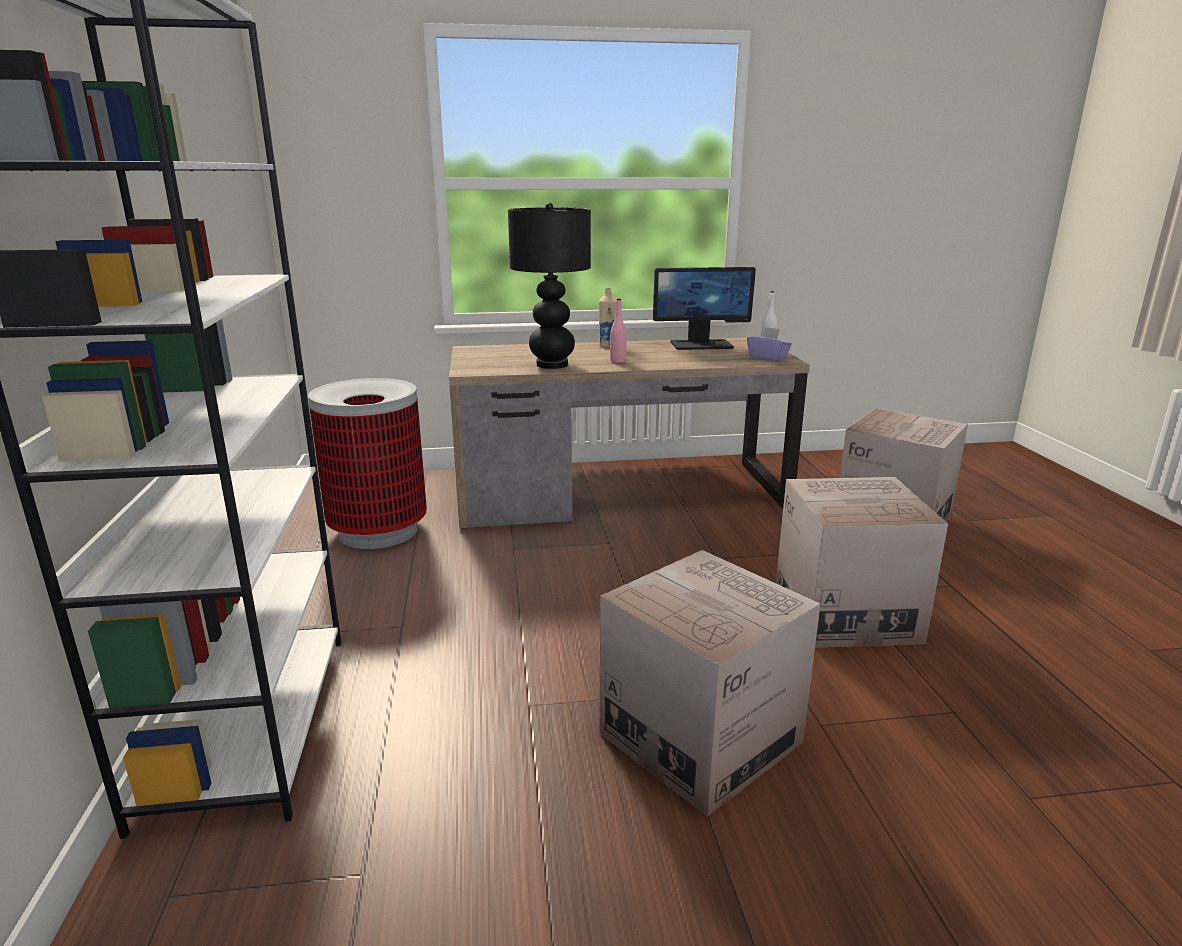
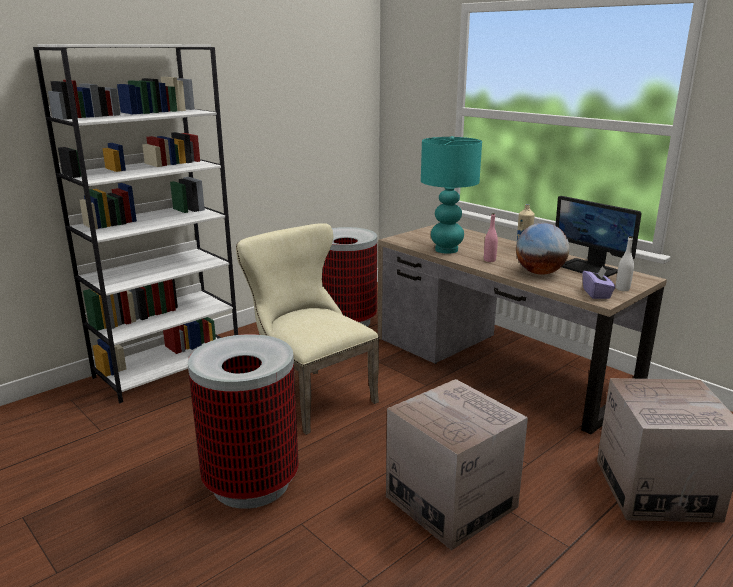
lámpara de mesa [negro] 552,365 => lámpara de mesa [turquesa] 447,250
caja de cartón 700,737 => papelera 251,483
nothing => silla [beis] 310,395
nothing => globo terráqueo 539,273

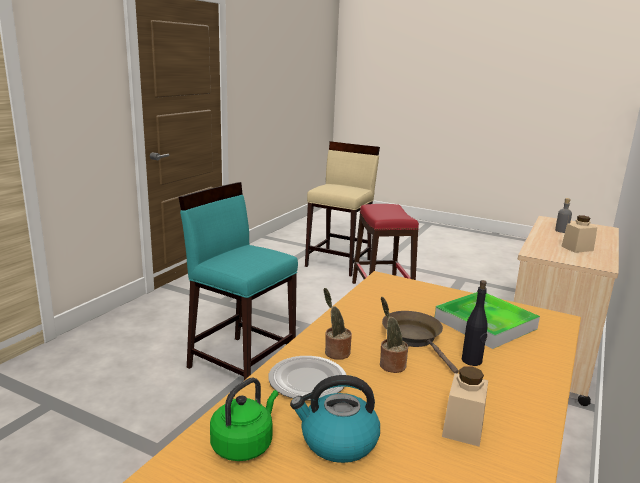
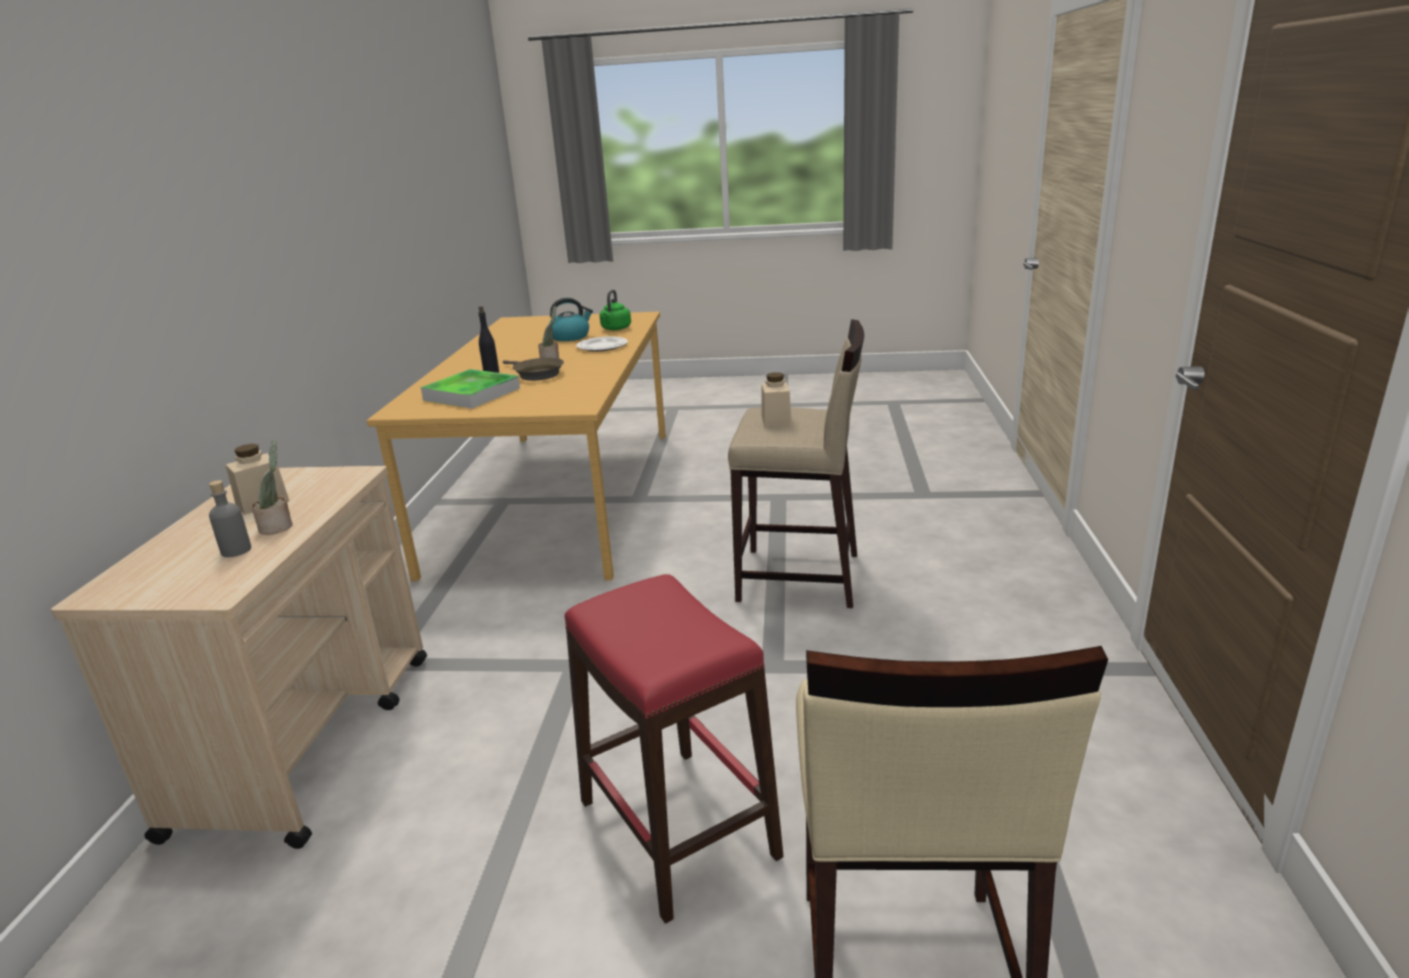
taburete [turquesa] 241,363 => taburete [beis] 800,578
planta en maceta 335,353 => planta en maceta 278,527, relocated
tarro [beis] 463,427 => tarro [beis] 776,420, relocated

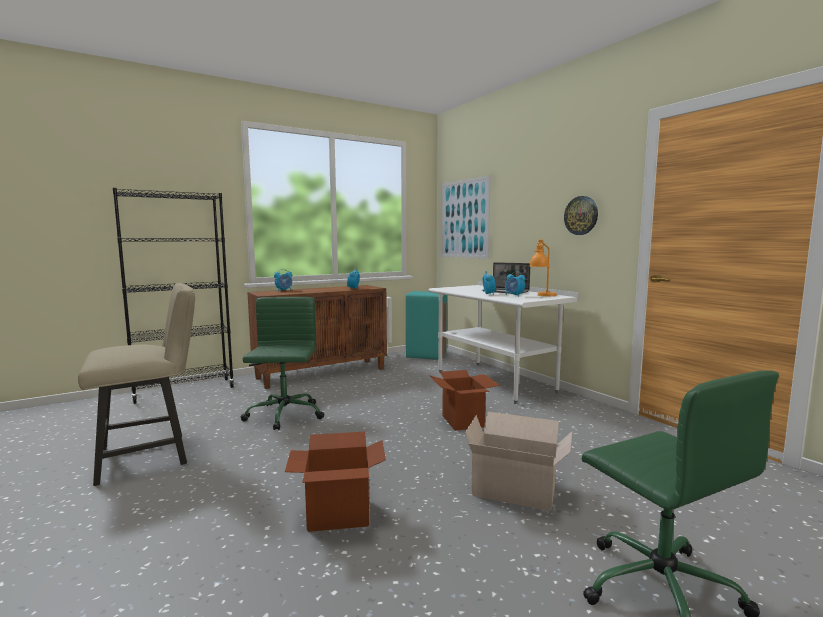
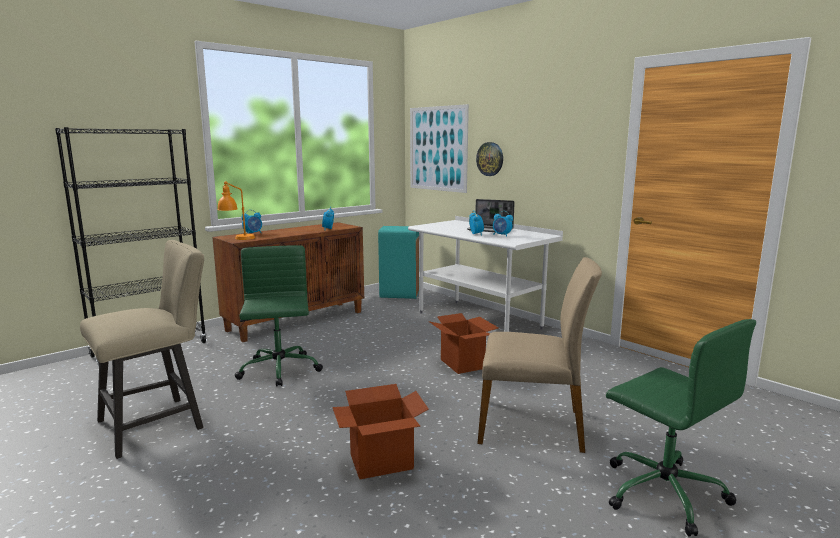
caja de cartón 516,490 => silla [beis] 532,425
lámpara de mesa [naranja] 542,296 => lámpara de mesa [naranja] 237,239, relocated
reloj de pared 581,215 => reloj de pared 490,159, relocated

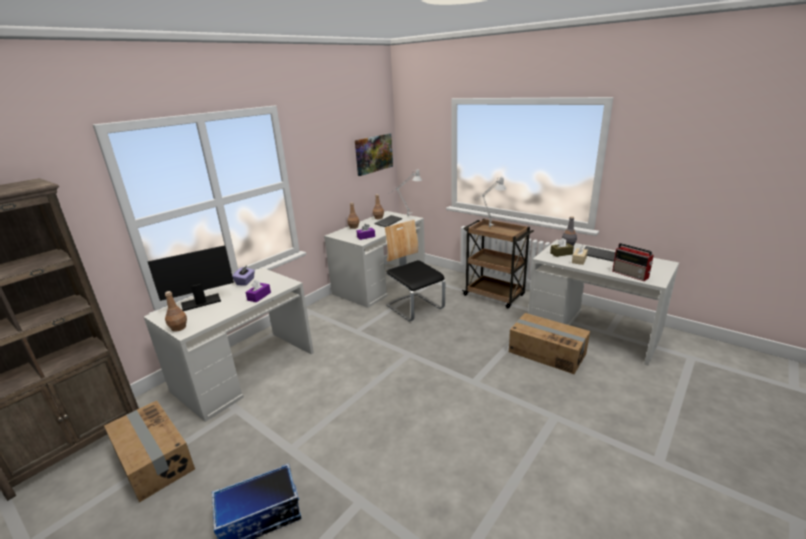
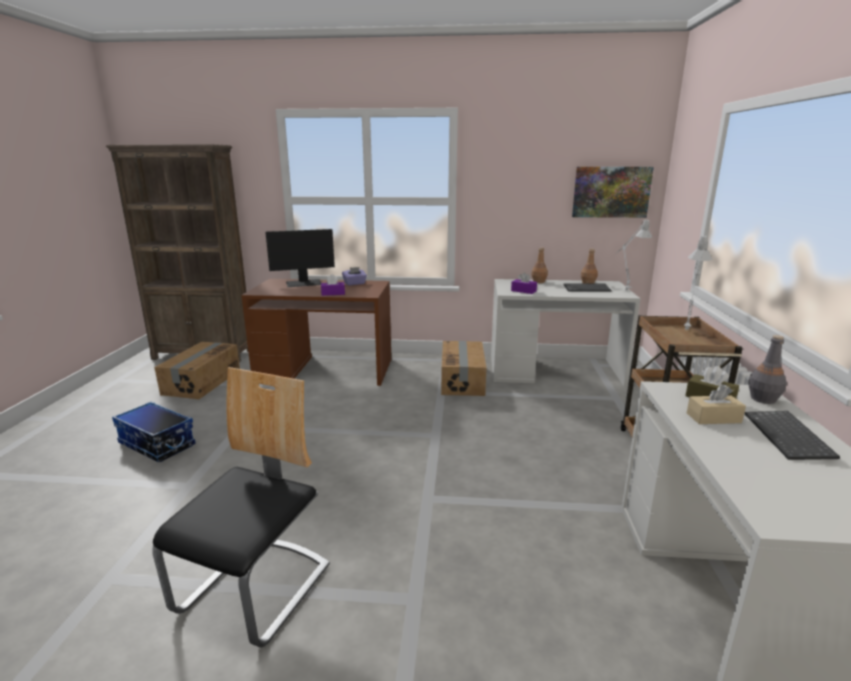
escritorio [blanco] 245,371 => escritorio [marrón] 325,369
monitor 200,302 => monitor 304,283, 135 degrees clockwise
botella [marrón] 178,328 => nothing
silla 415,307 => silla 256,589, relocated
caja de cartón 547,352 => caja de cartón 463,380, relocated
radio 631,274 => nothing

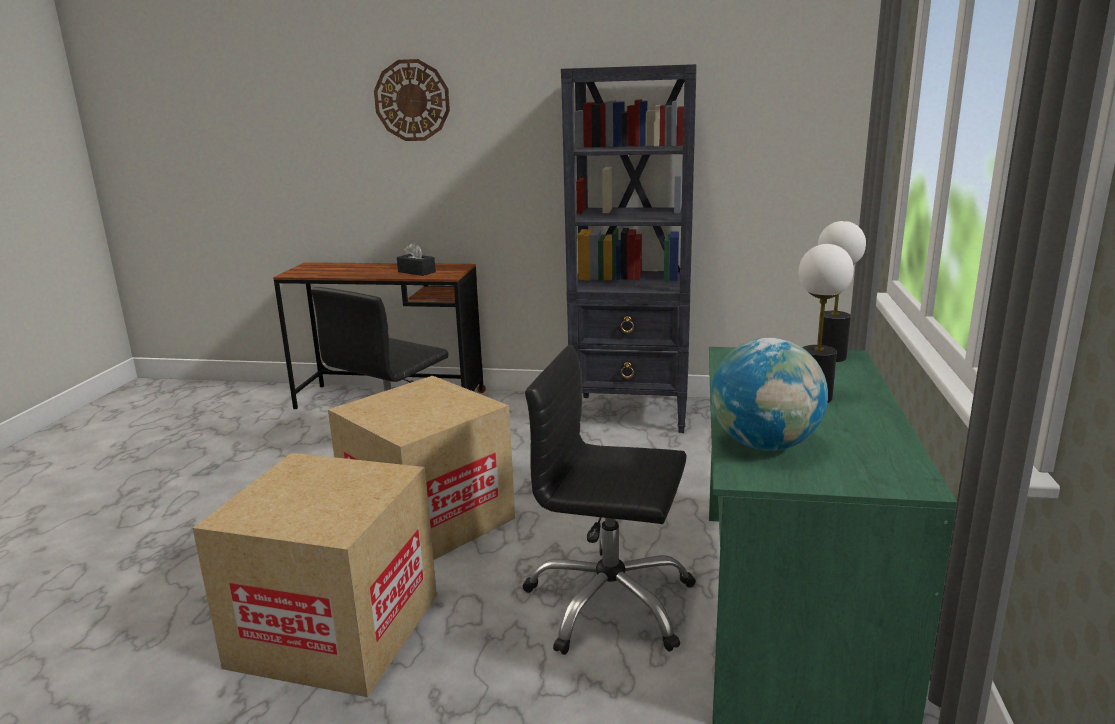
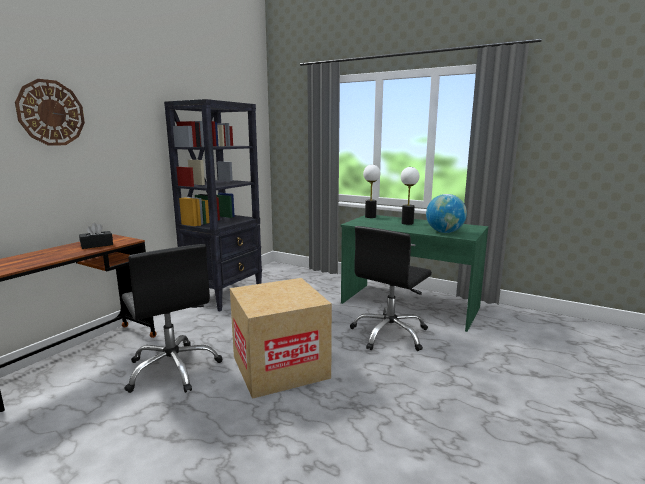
caja de cartón 335,630 => nothing

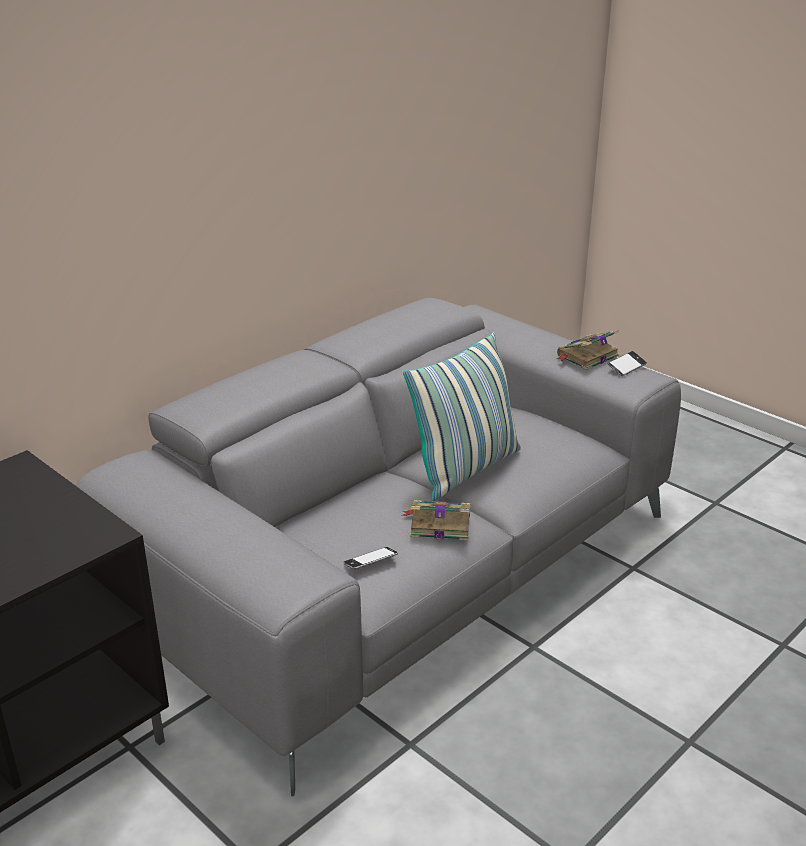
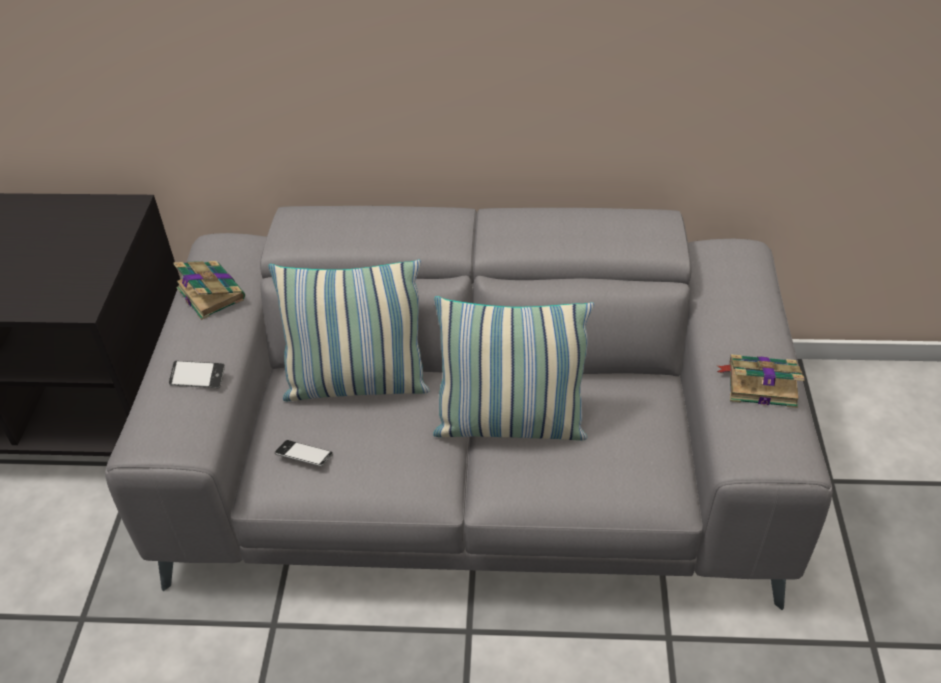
libro 438,524 => libro 210,293, relocated
móvil 626,367 => móvil 198,378, relocated
nothing => cojín 357,384

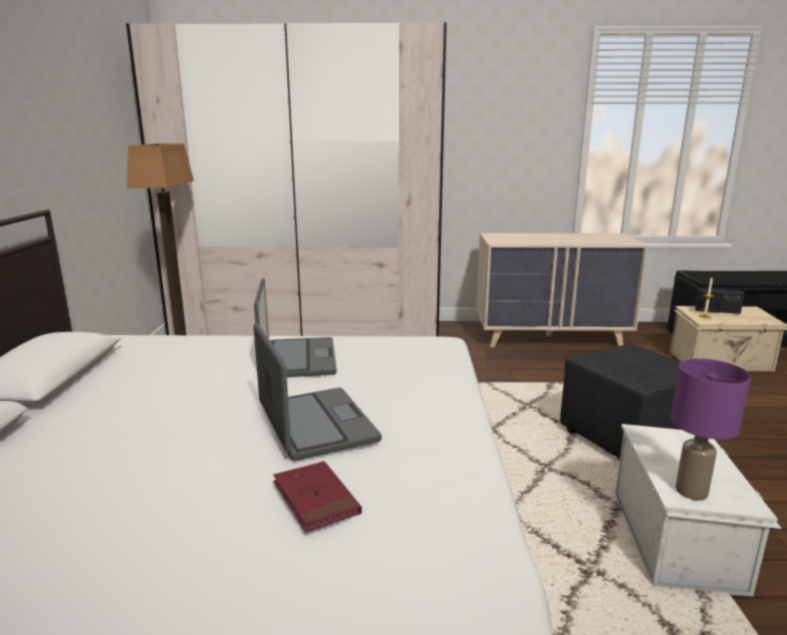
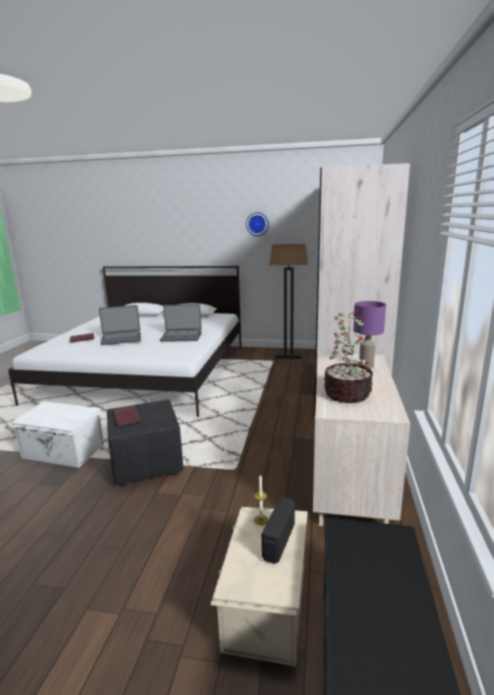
lámpara de mesa [morado] 690,491 => lámpara de mesa [morado] 366,366, relocated
nothing => libro [rojo] 127,417
nothing => reloj de pared 257,224
nothing => planta en maceta 346,393

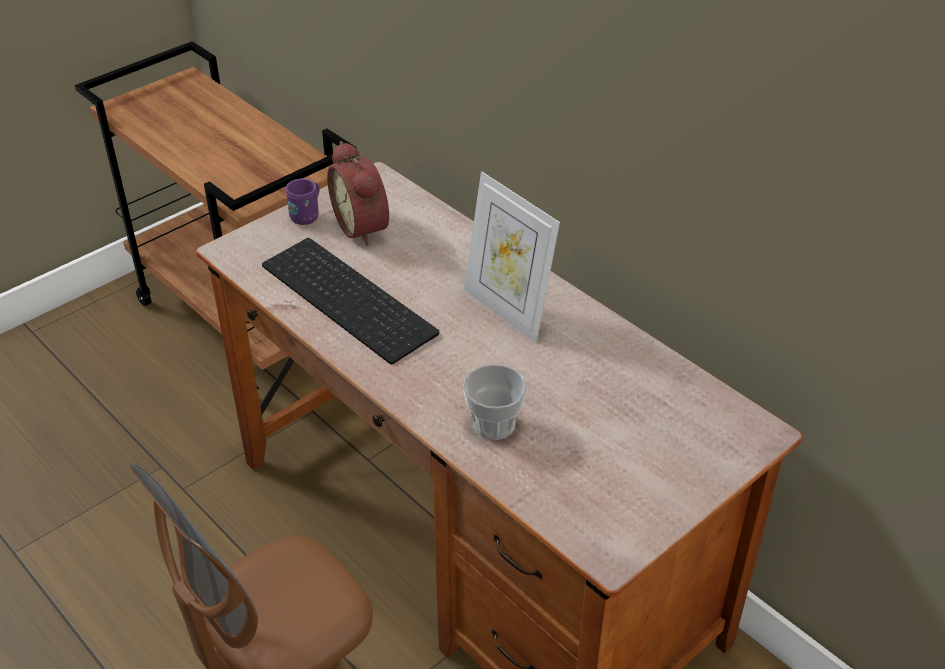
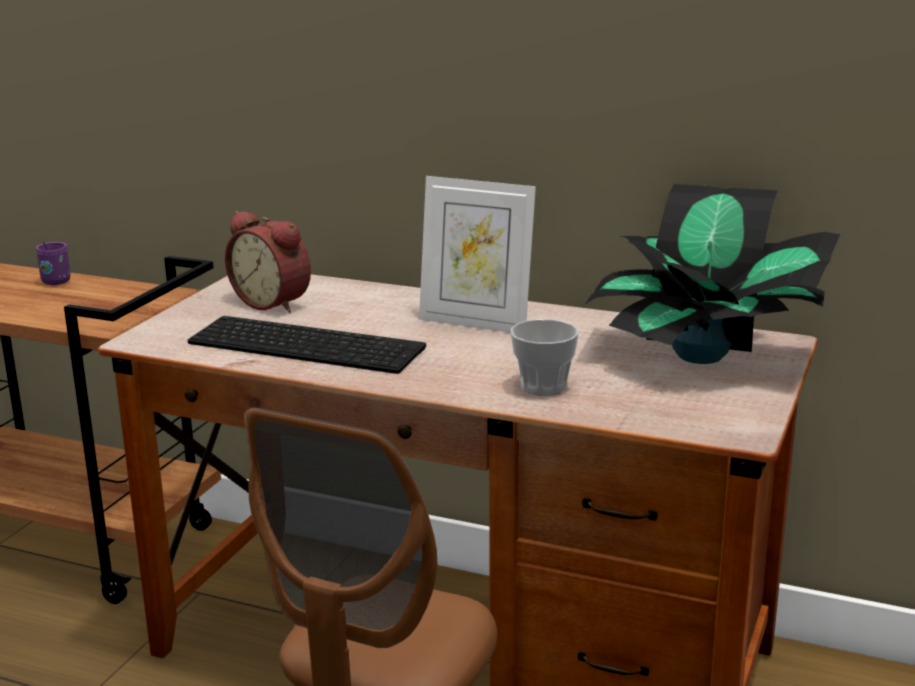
taza grande [morado] 307,216 => taza grande [morado] 58,281, relocated
nothing => planta en maceta 703,356

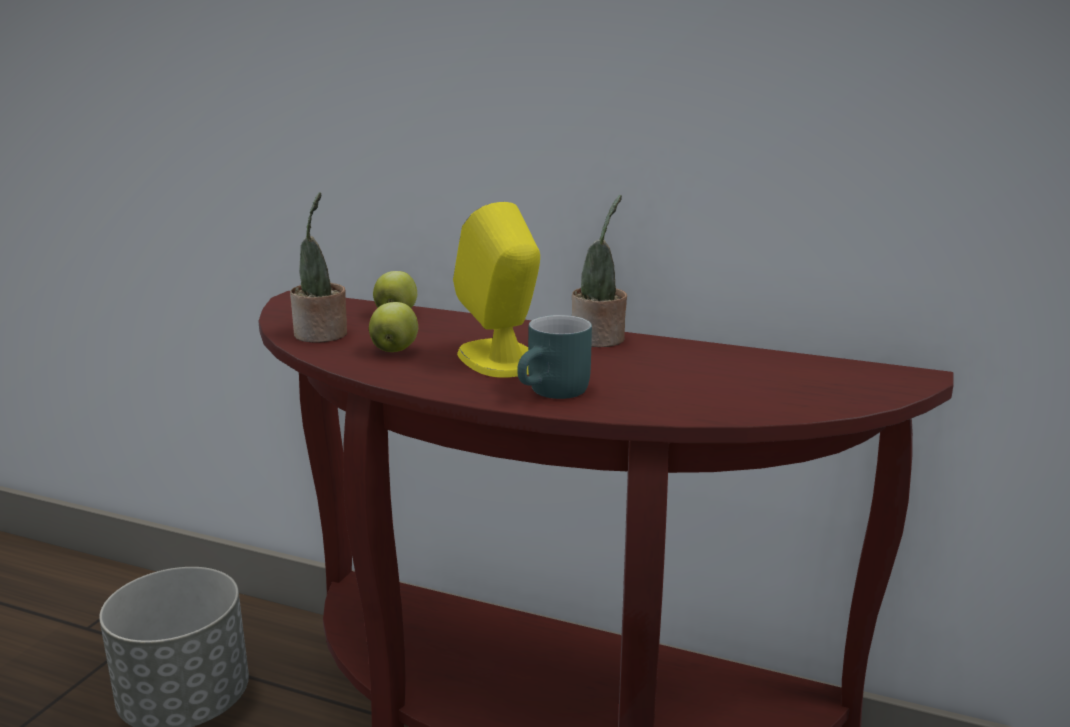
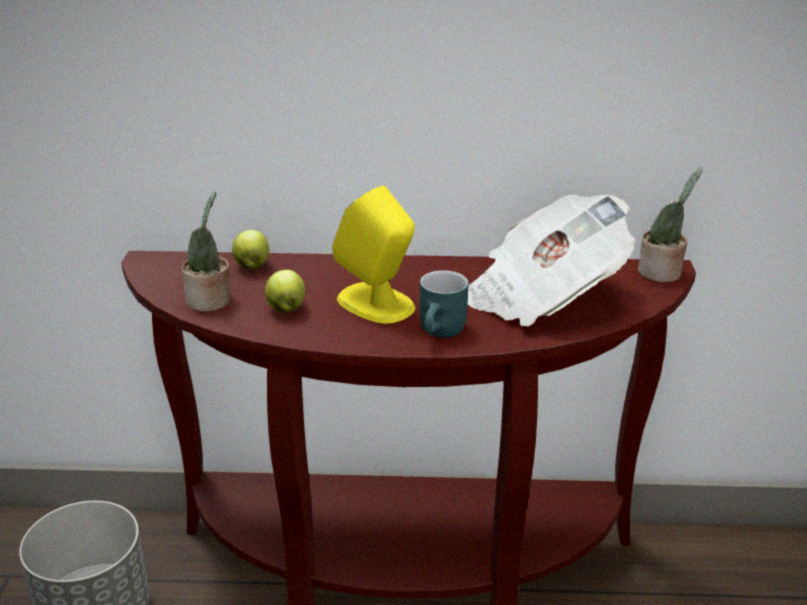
planta en maceta 599,340 => planta en maceta 662,273, relocated
nothing => periódico 542,296

